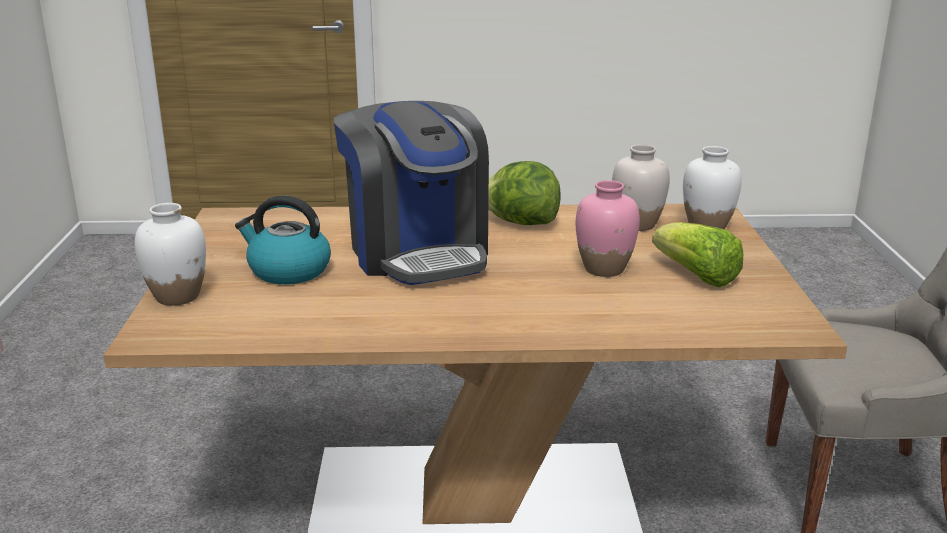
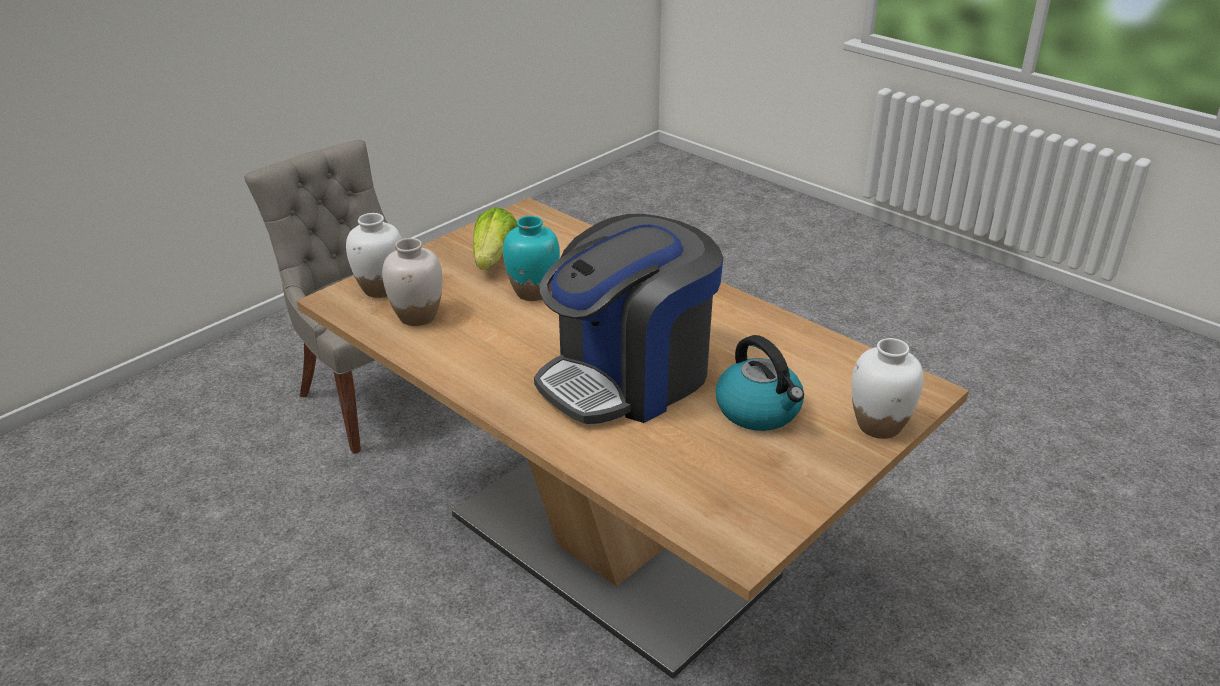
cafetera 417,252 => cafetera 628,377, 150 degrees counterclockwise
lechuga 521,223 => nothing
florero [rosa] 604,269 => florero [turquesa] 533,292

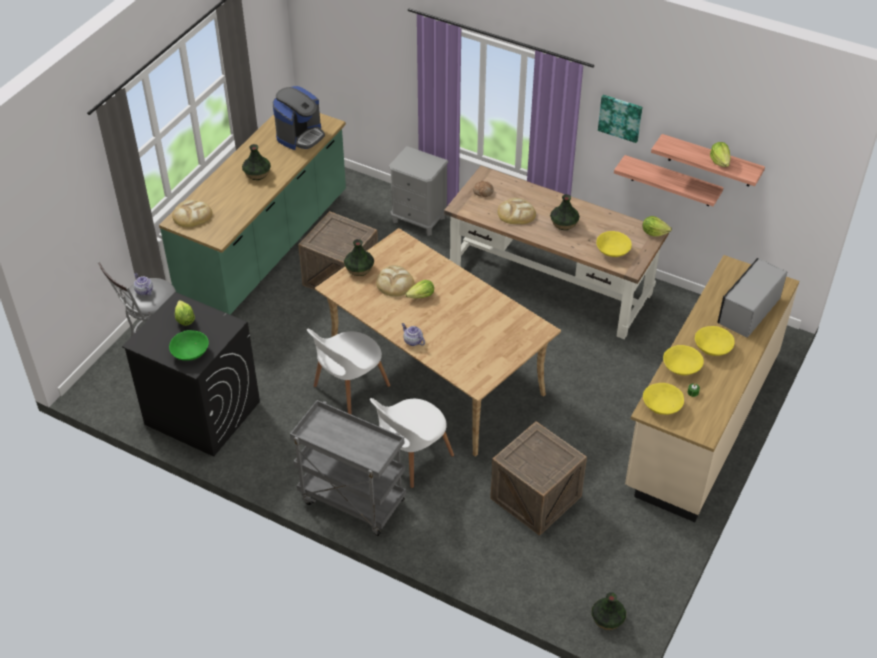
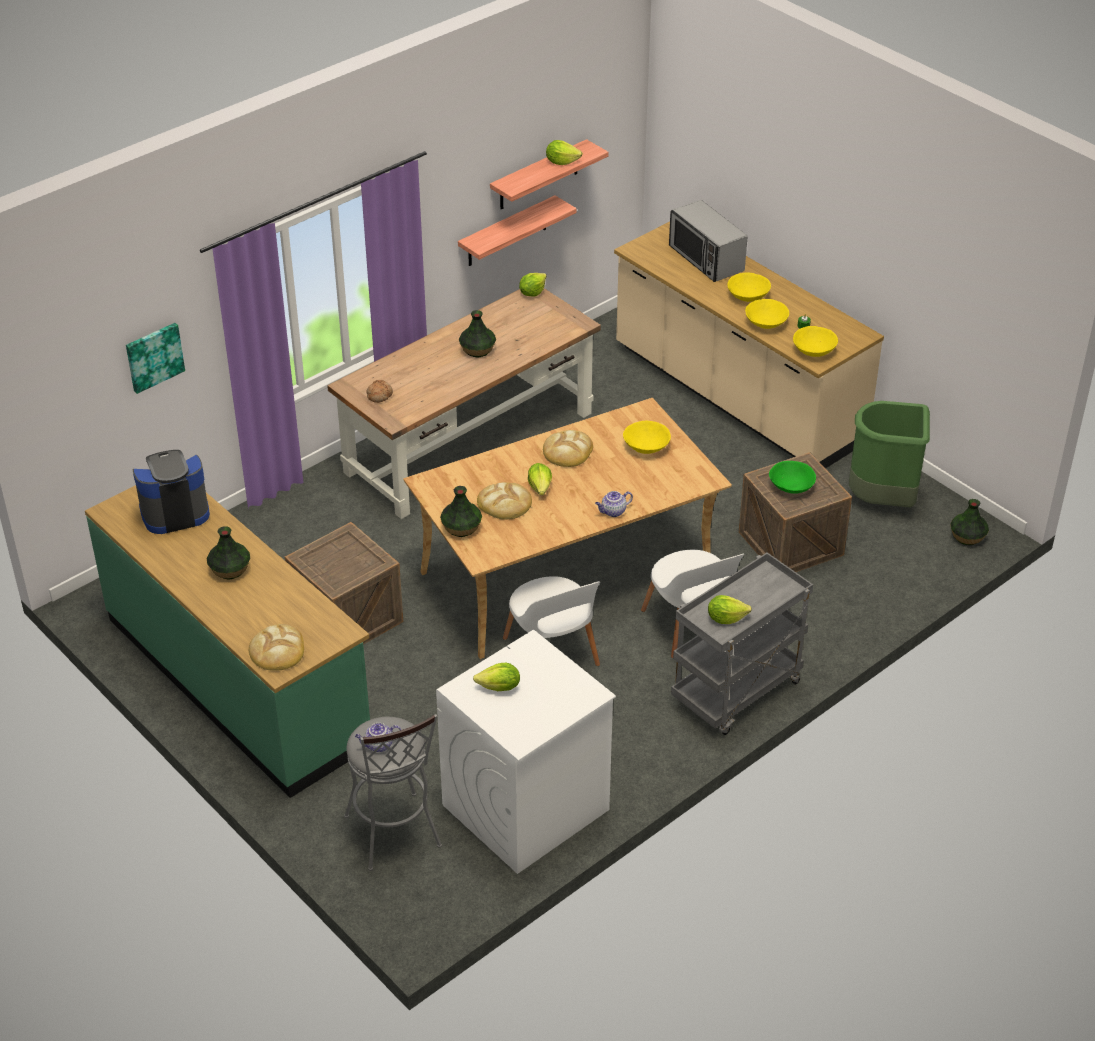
lavadora [negro] 201,413 => lavadora [blanco] 525,808
cuenco [verde] 190,352 => cuenco [verde] 791,486, relocated
cafetera 300,135 => cafetera 174,512, 75 degrees counterclockwise
mesita de noche [gris] 419,219 => nothing
pan 516,213 => pan 567,451, relocated
cuenco [amarillo] 612,251 => cuenco [amarillo] 646,447, relocated
cuadro 620,117 => cuadro 154,356, relocated
nothing => lechuga 726,618
nothing => papelera [verde] 883,501

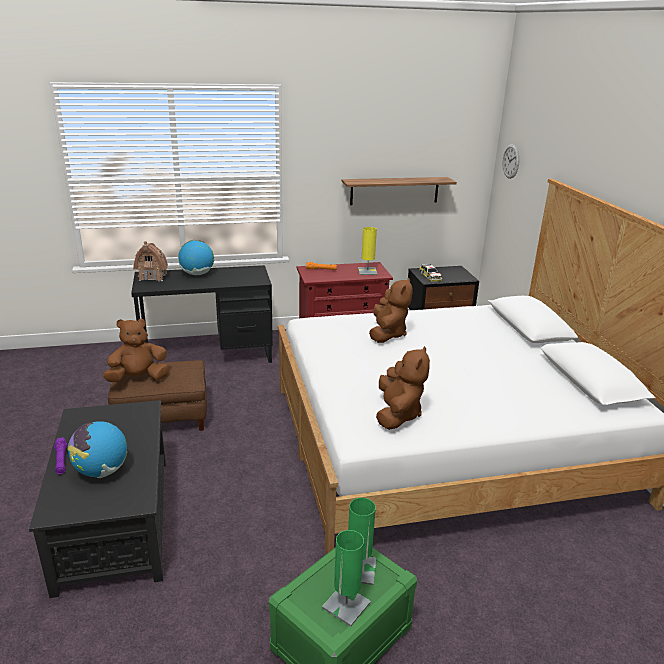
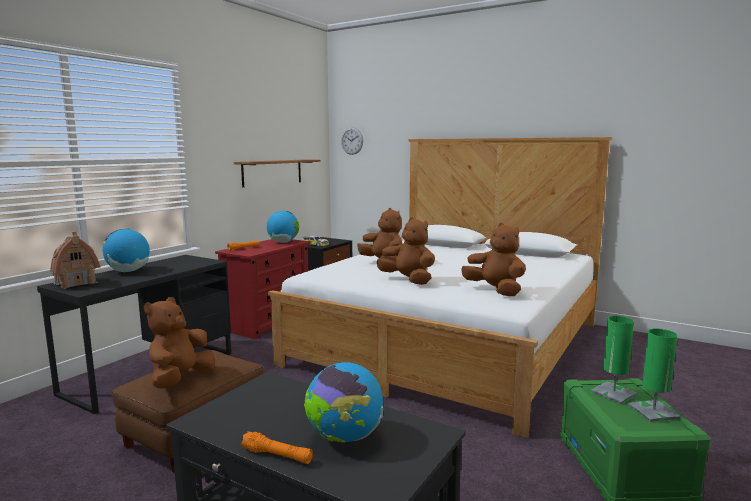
linterna [morado] 61,460 => linterna [naranja] 277,455
lámpara de mesa [amarillo] 367,271 => globo terráqueo 283,242
nothing => peluche [marrón] 408,280

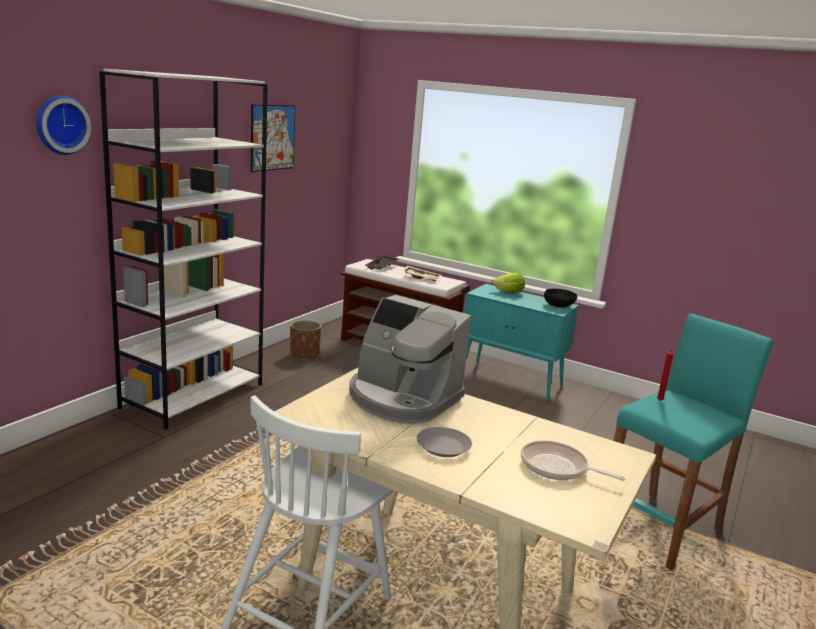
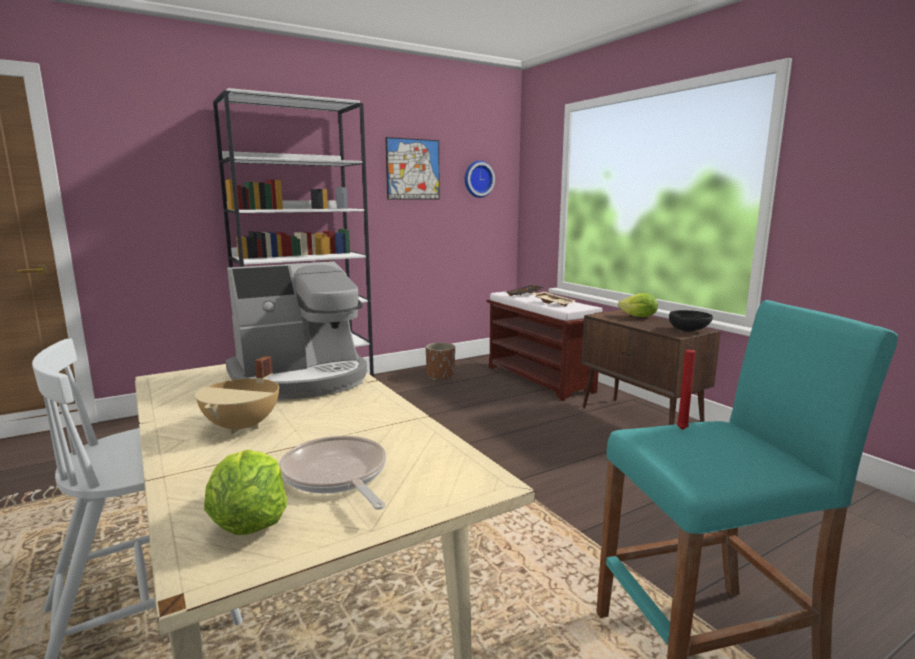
reloj de pared 60,124 => reloj de pared 478,179, relocated
cafetera 402,398 => cafetera 301,378, 90 degrees counterclockwise
plato [gris] 443,446 => olla [beis] 243,426
armario [turquesa] 511,380 => armario [marrón] 640,421
nothing => lechuga 249,522

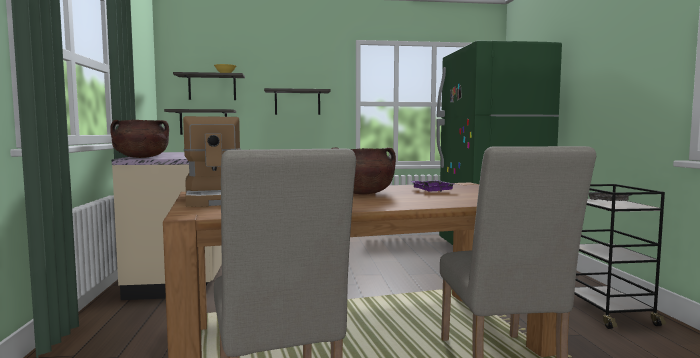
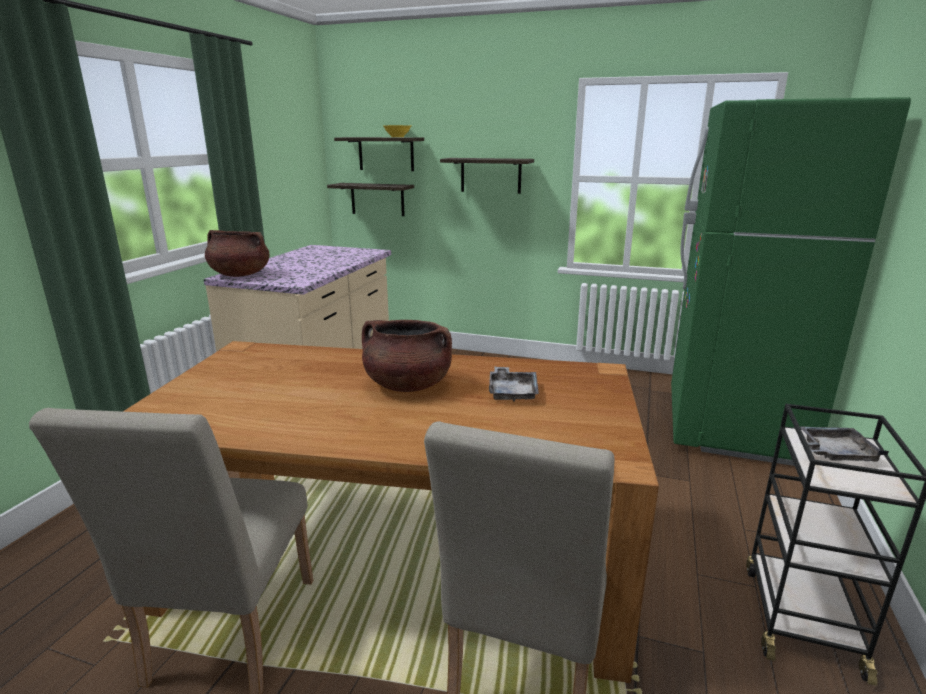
cafetera 215,199 => nothing
bandeja [morado] 431,191 => bandeja [gris] 512,392

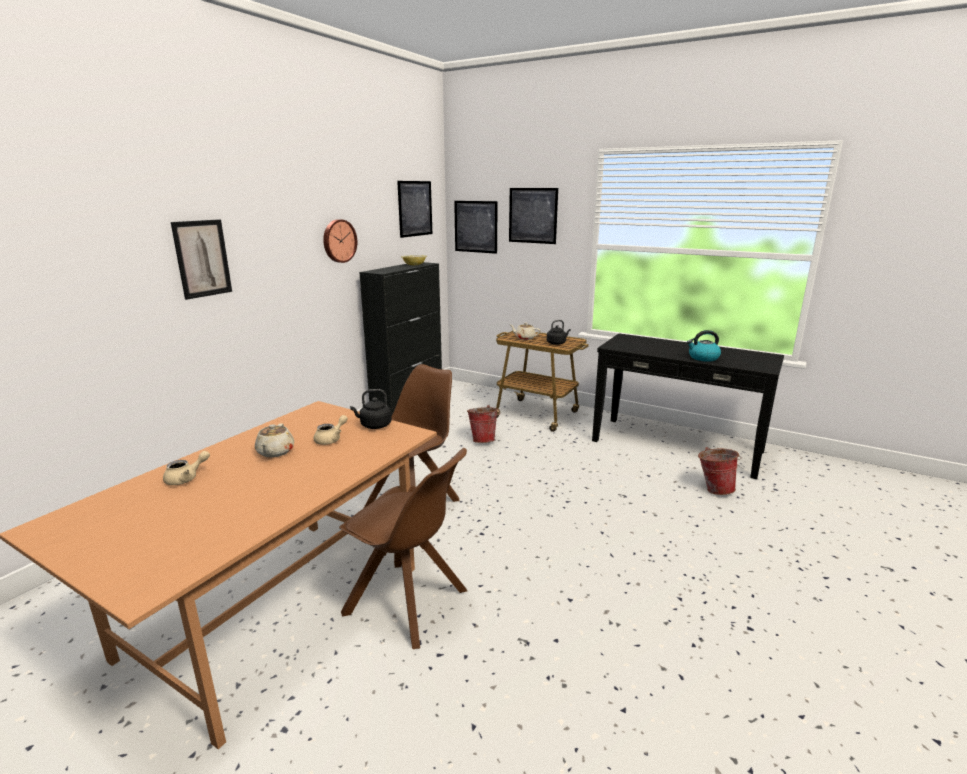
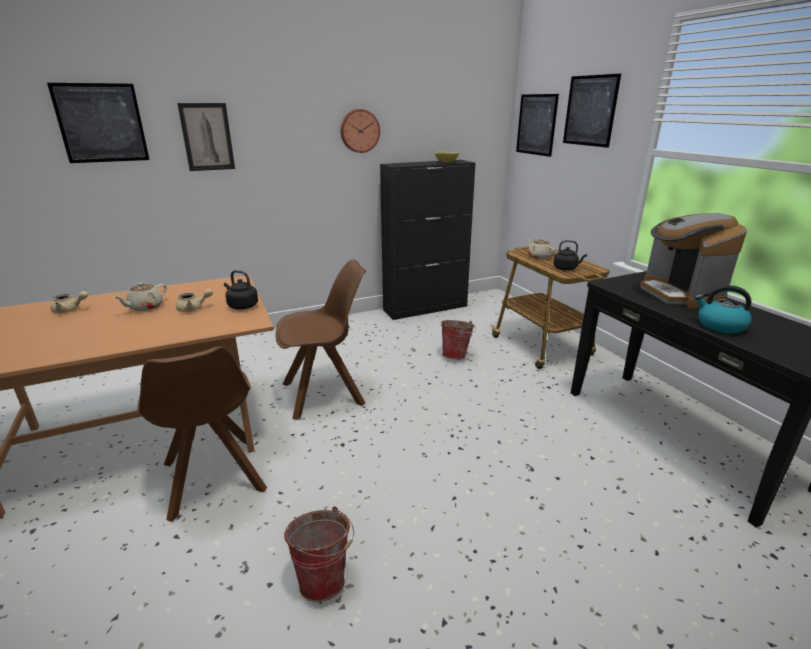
cuadro 415,208 => cuadro 101,123, relocated
cubo 714,489 => cubo 324,577, relocated
nothing => cafetera 679,294

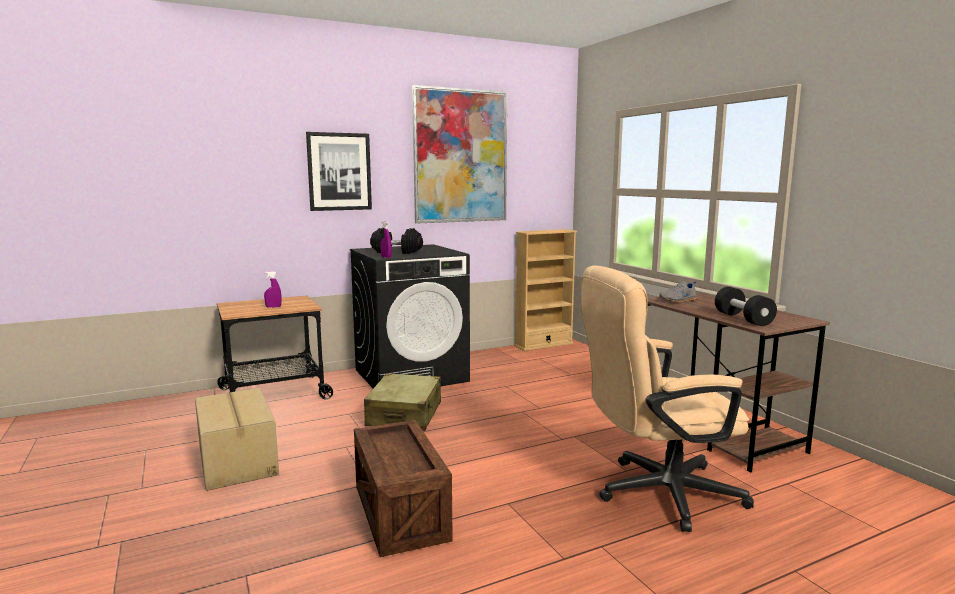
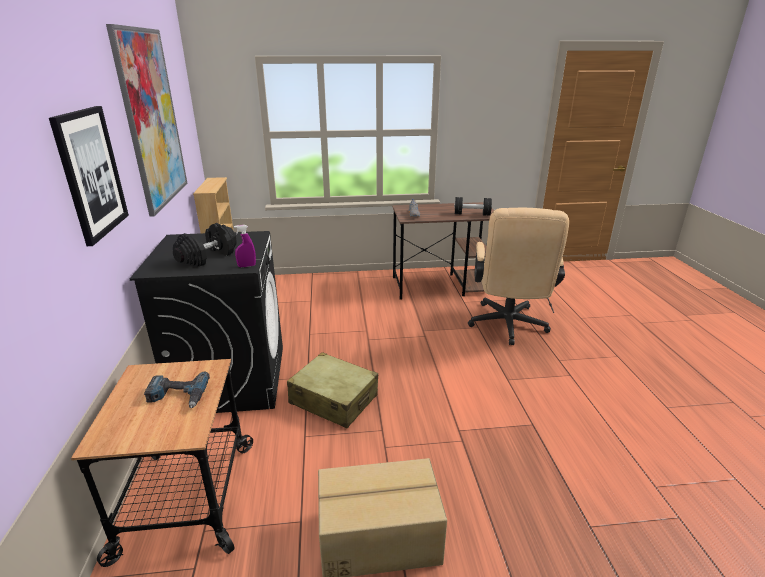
pulverizador [morado] 273,307 => taladro 178,396
caja de embalaje 400,513 => nothing

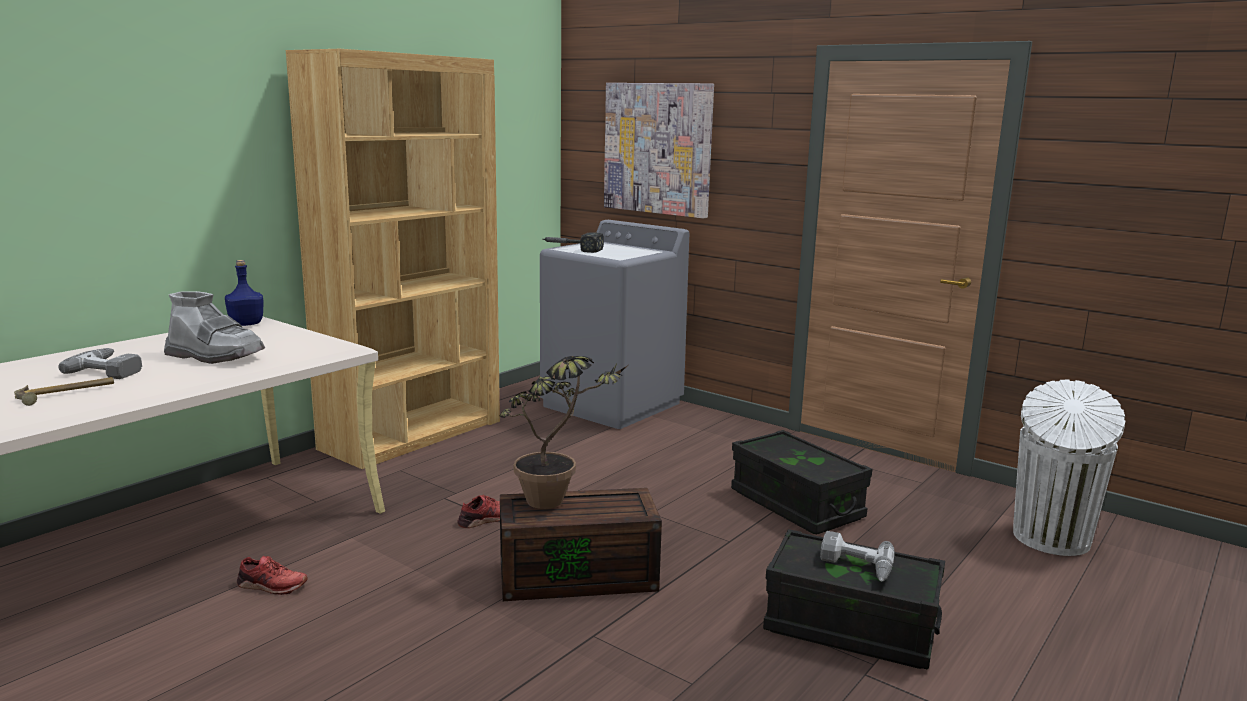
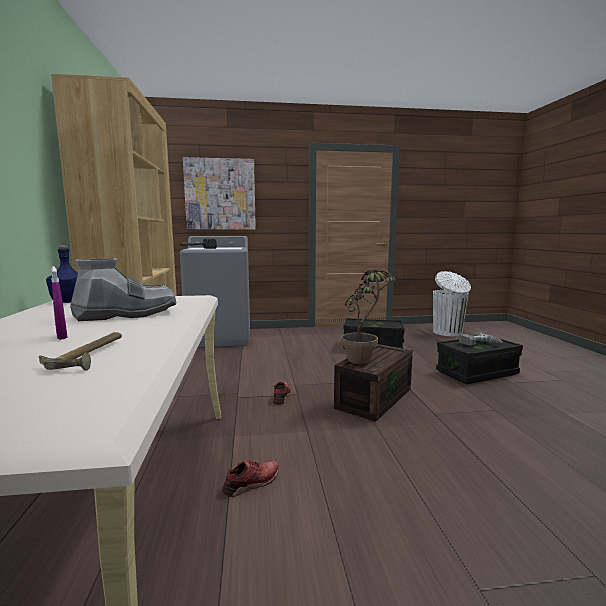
taladro 111,369 => pulverizador [morado] 62,337

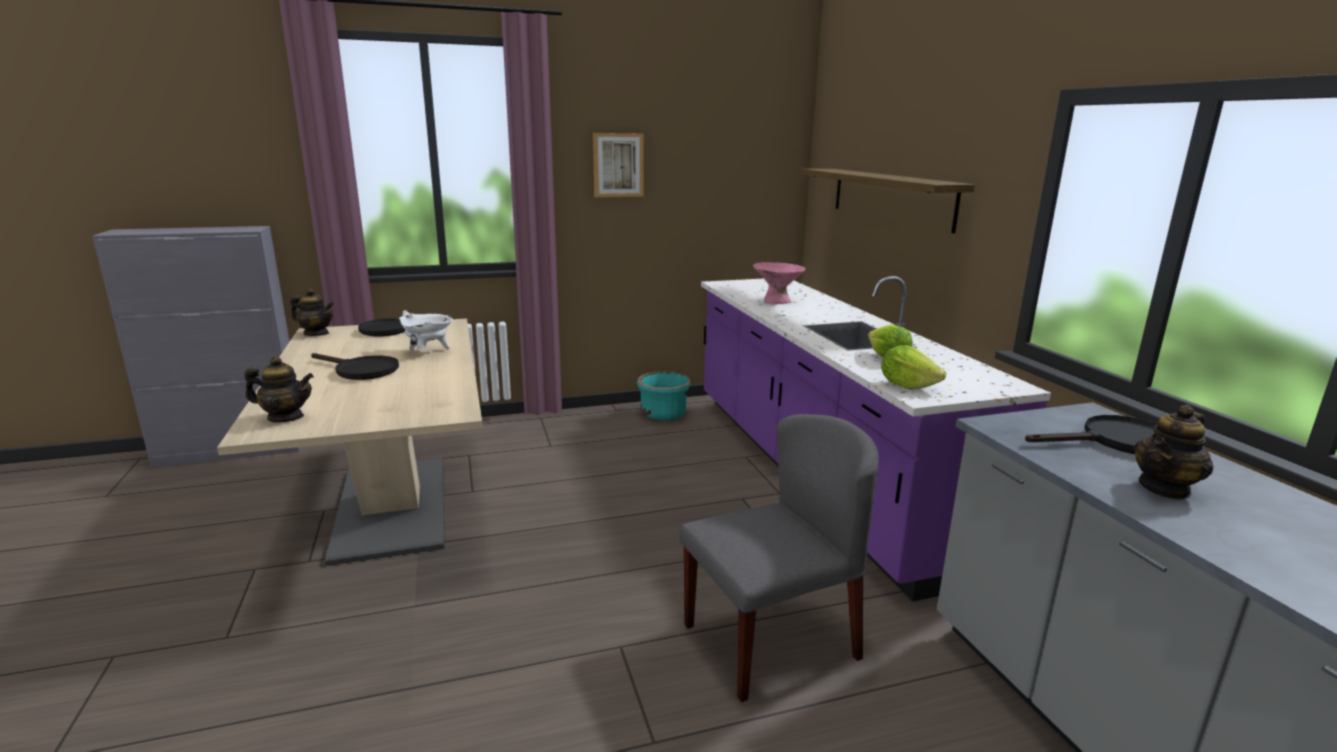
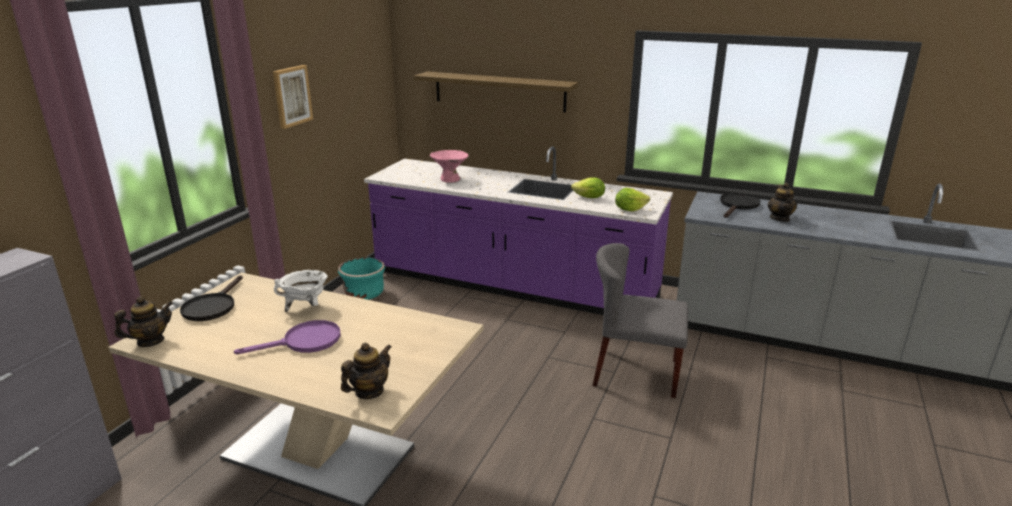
sartén [negro] 361,370 => sartén [morado] 304,342
silla [gris] 771,640 => silla [gris] 635,372, 90 degrees counterclockwise

